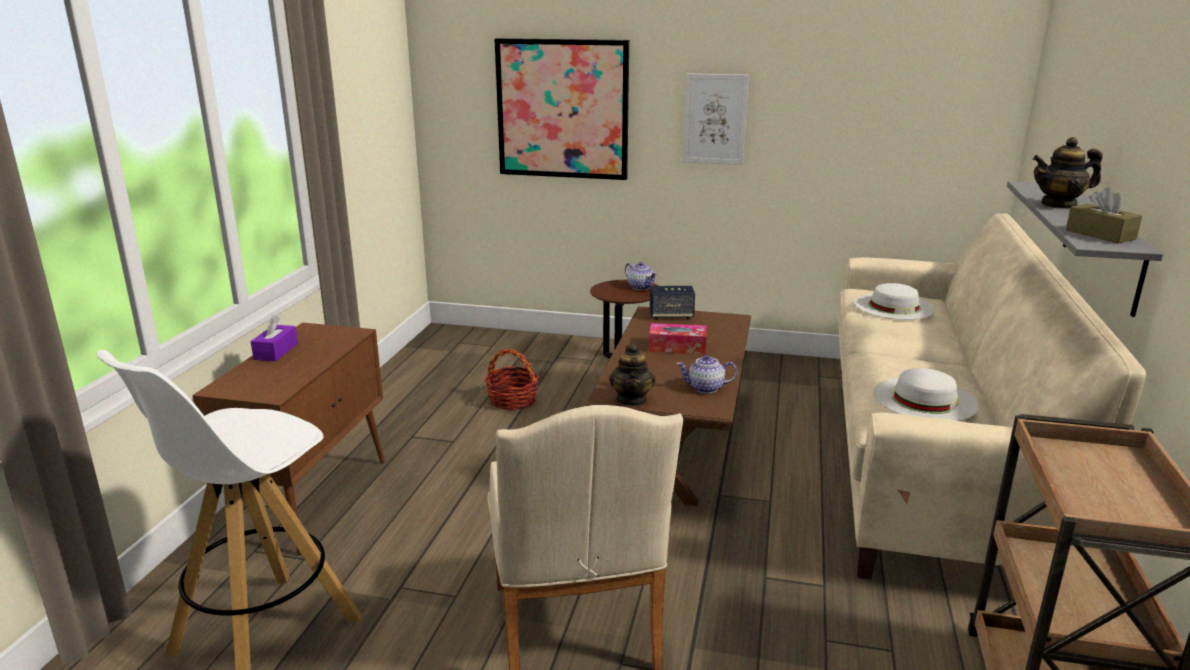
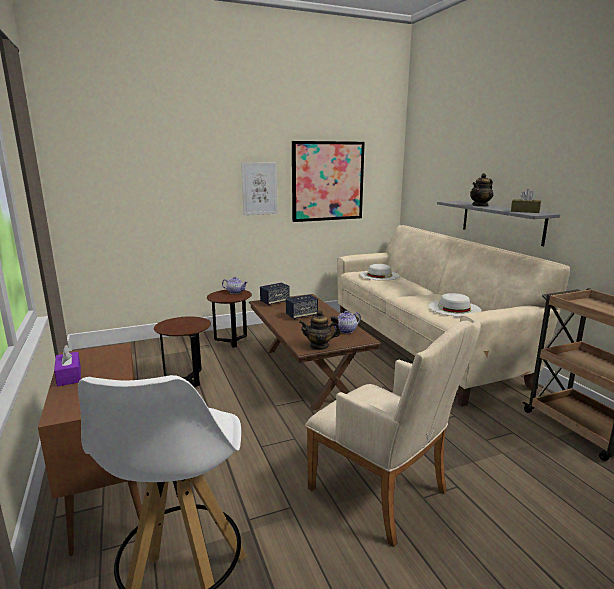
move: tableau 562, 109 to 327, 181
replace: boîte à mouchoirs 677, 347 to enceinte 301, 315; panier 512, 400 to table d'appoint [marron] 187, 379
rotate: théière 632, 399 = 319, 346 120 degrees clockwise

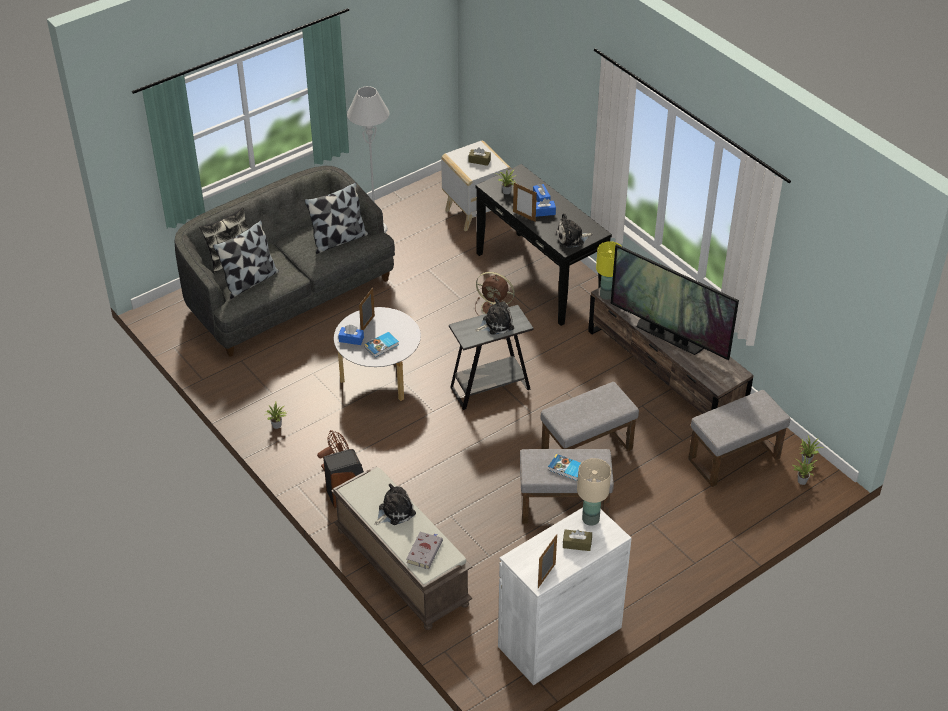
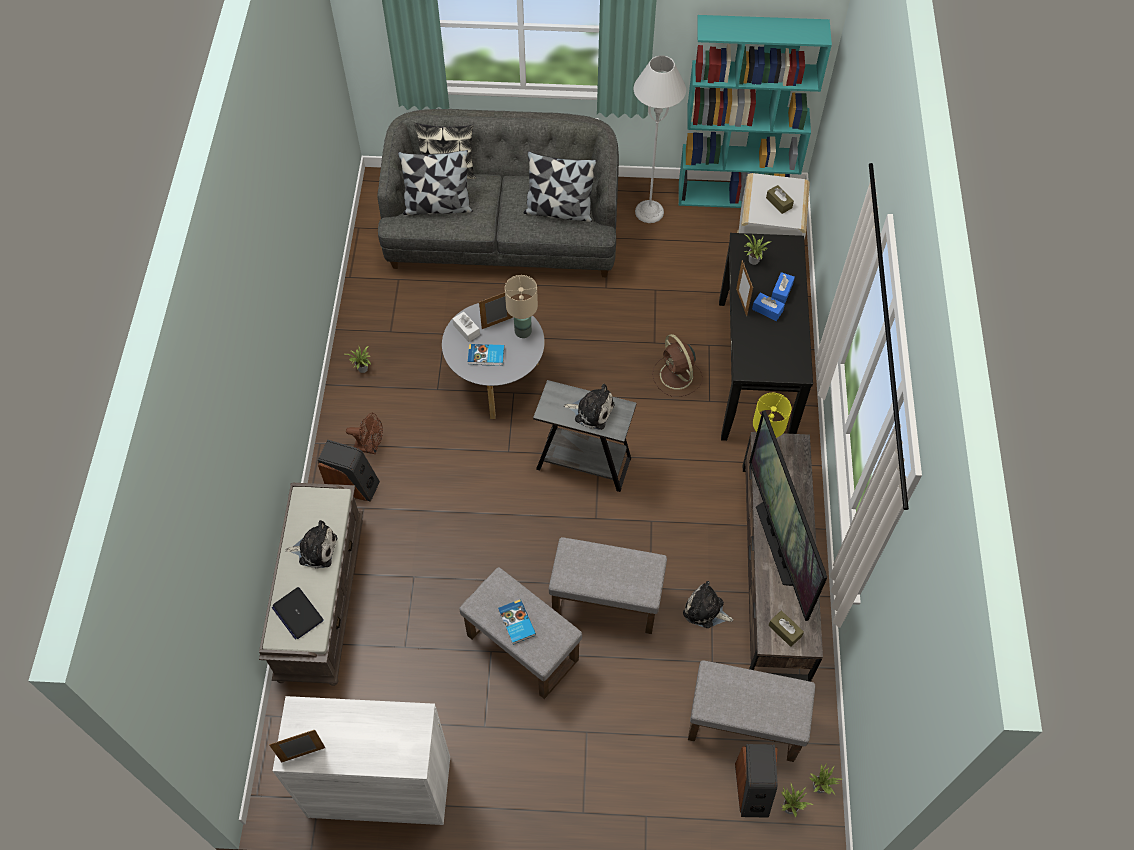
insert: bibliothèque [turquoise] 735, 195; enceinte 753, 789
move: peluche 572, 238 to 705, 610; lampe de table [beige] 590, 519 to 522, 331; boîte à mouchoirs [marron] 577, 544 to 785, 631
replace: livre [gris] 424, 551 to ordinateur portable 297, 613
recolor: boîte à mouchoirs [bleu] 351, 339 to boîte à mouchoirs [blanc] 466, 330

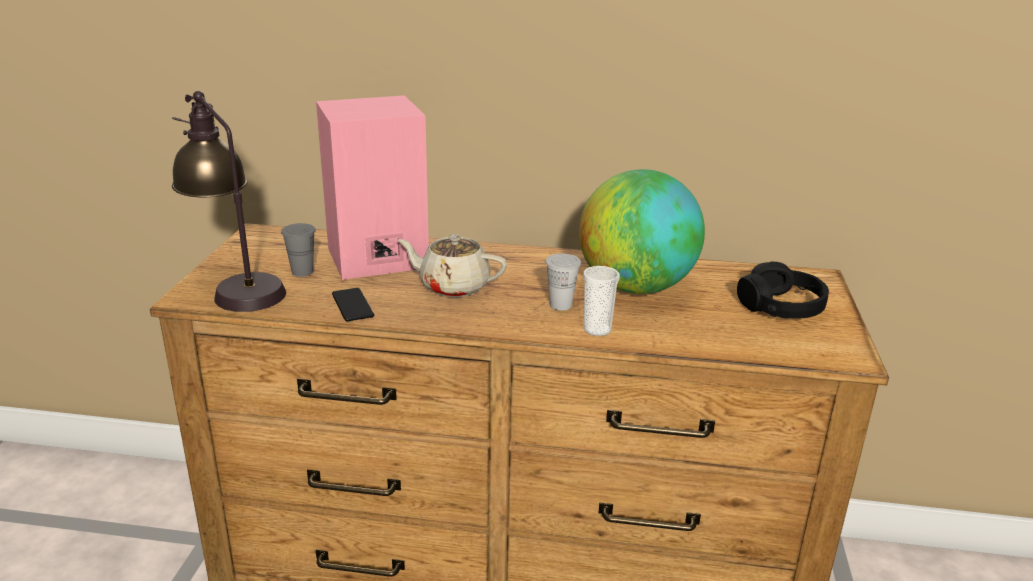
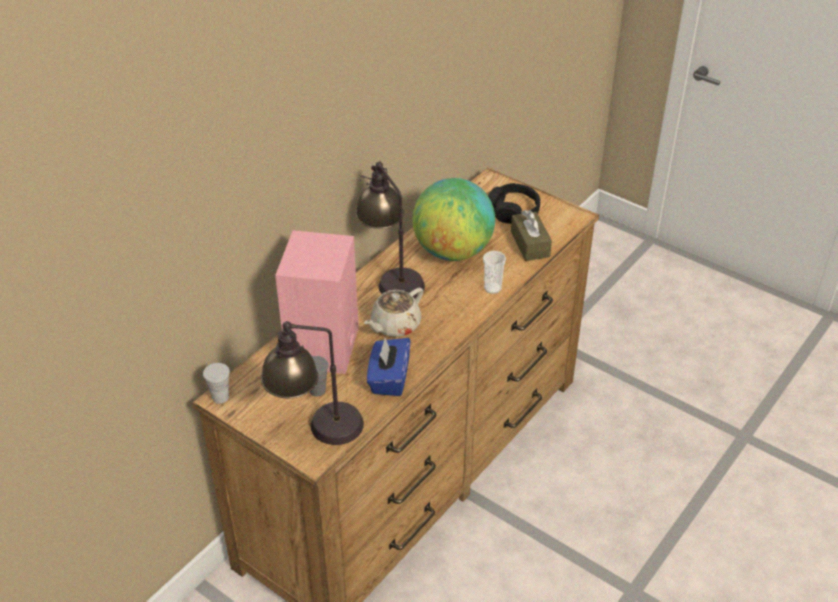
insert: lampe de table 390, 276; boîte à mouchoirs [marron] 530, 244
move: tasse [blanc] 560, 305 to 220, 397
replace: téléphone 352, 305 to boîte à mouchoirs [bleu] 389, 379

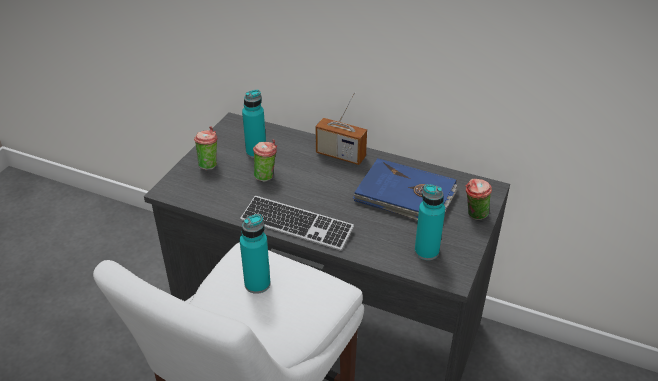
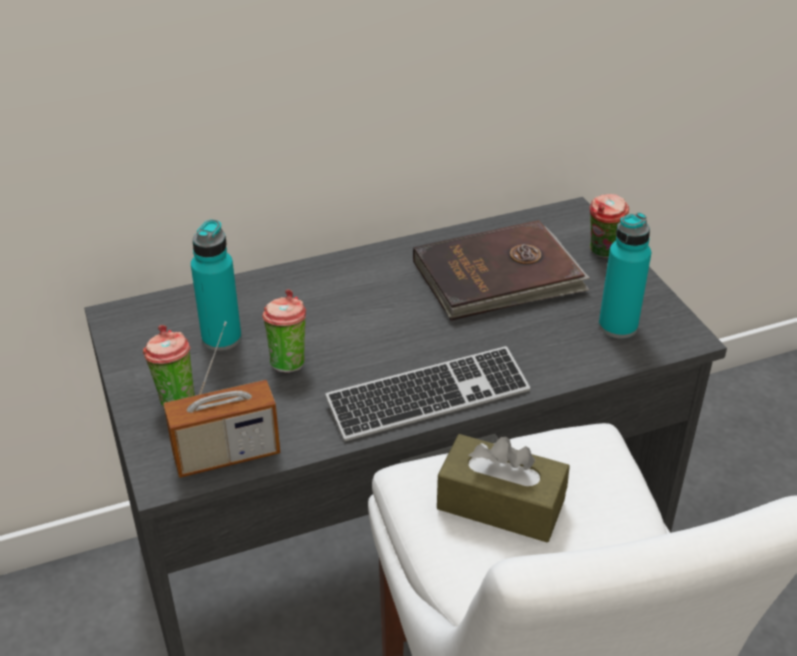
move: radio 340, 155 to 226, 455
replace: bouteille [turquoise] 257, 284 to boîte à mouchoirs [marron] 500, 504
recolor: livre [bleu] 405, 196 to livre [marron] 499, 277

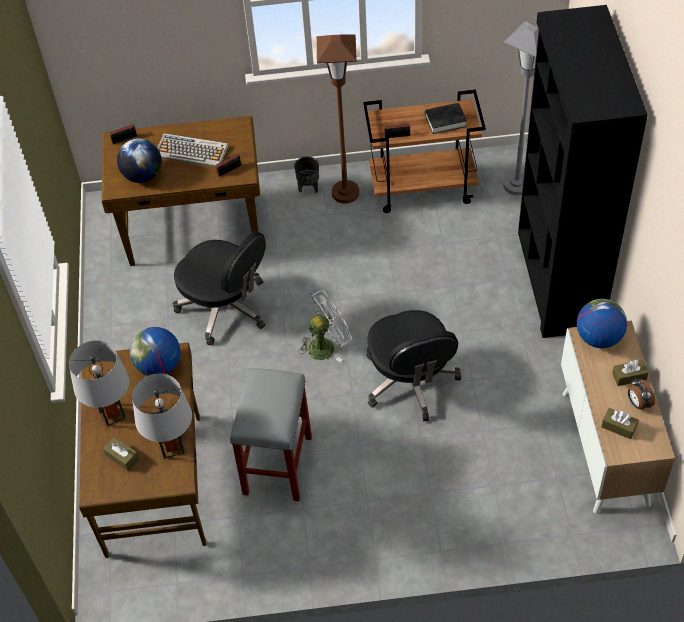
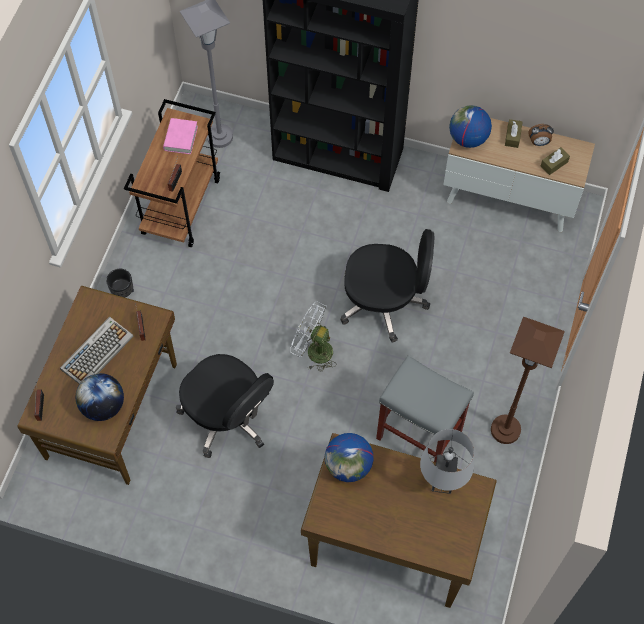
delete: lampe de table [gris] 112, 414; boîte à mouchoirs [marron] 122, 457
move: lampadaire [marron] 345, 193 to 505, 430
recolor: livre [noir] 445, 121 to livre [rose] 180, 138
rotate: chaise de bureau [noir] 225, 308 = 228, 417 75 degrees clockwise; ventilateur [blanc] 326, 345 = 314, 350 60 degrees counterclockwise

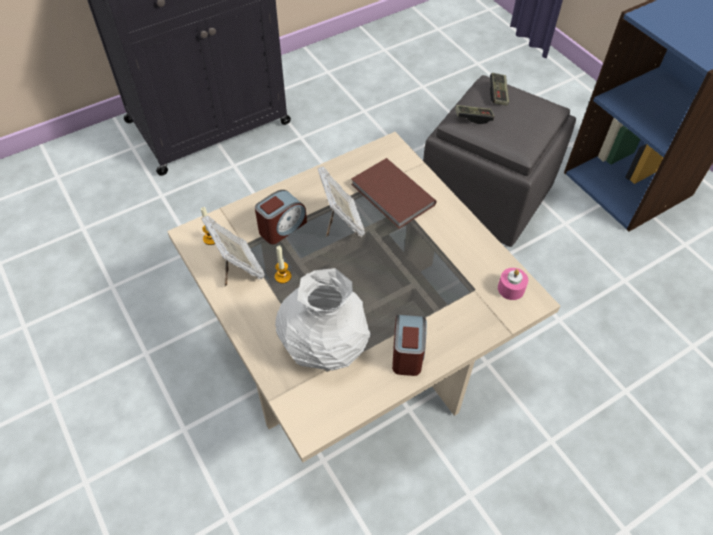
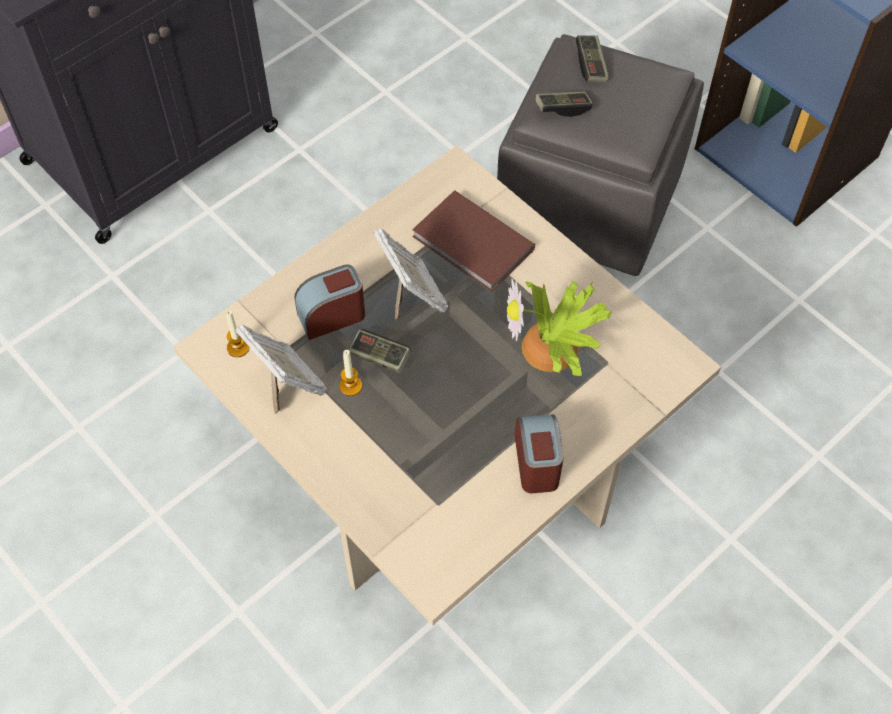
delete: vase [blanc] 324, 345; bougie [rose] 511, 288
insert: plante en pot 553, 349; manette 380, 357
rotate: réveil 282, 227 = 332, 315 150 degrees counterclockwise

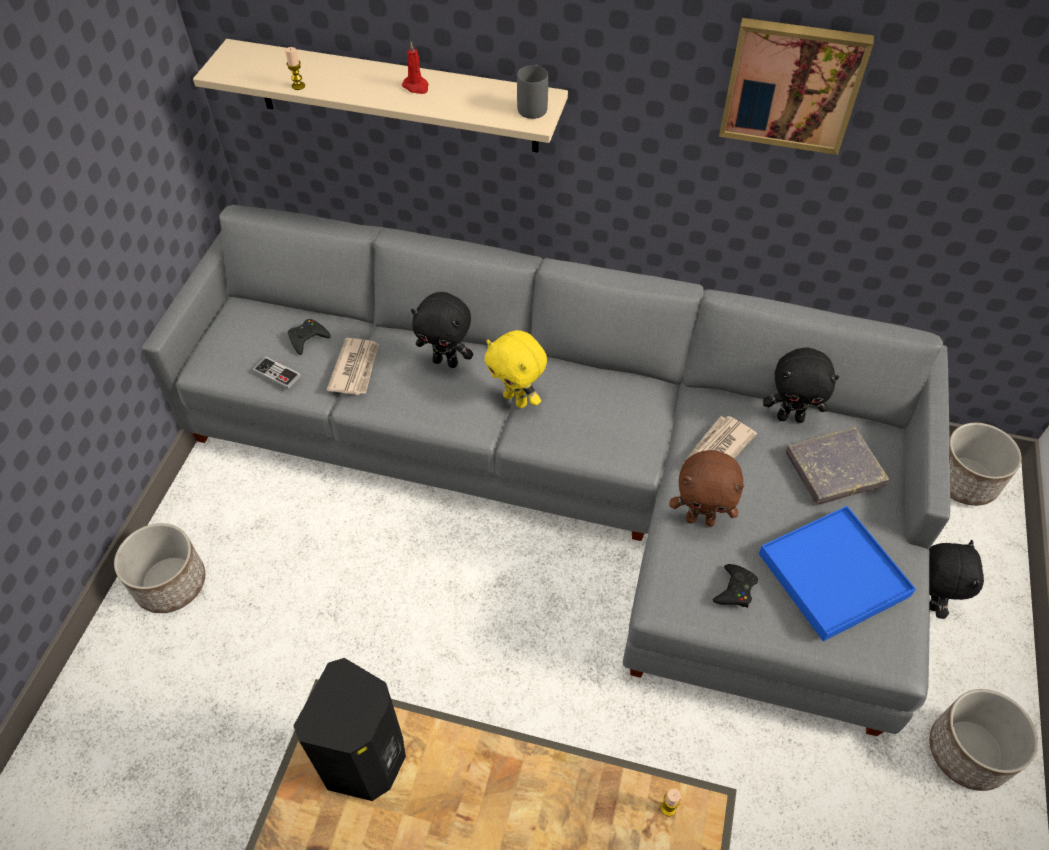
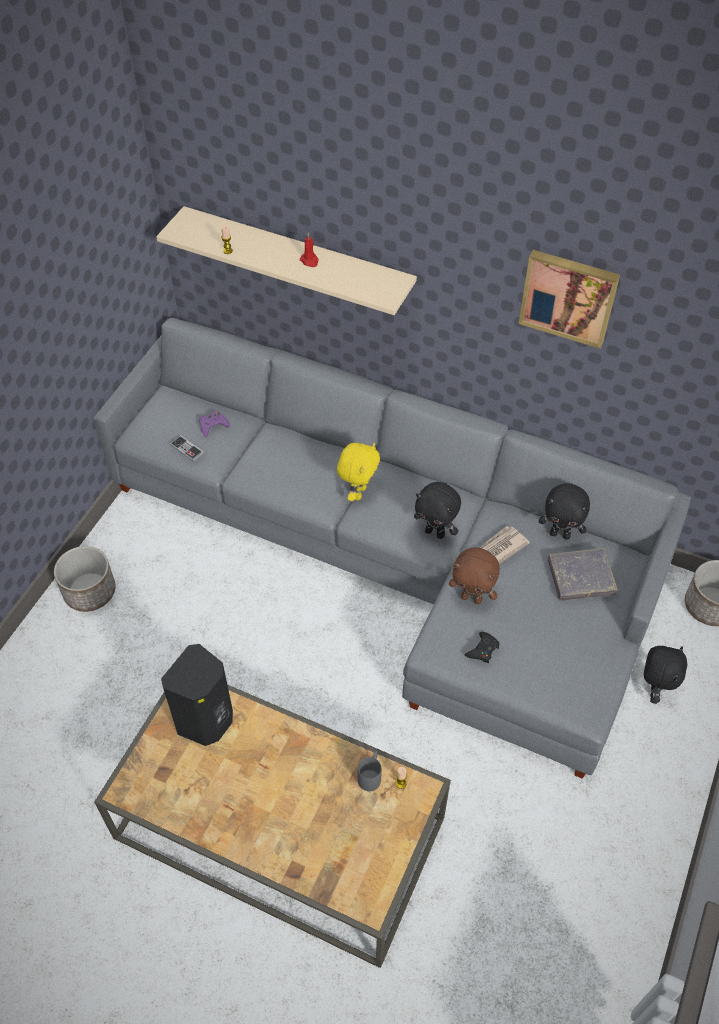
delete: journal 355, 368; plateau [bleu] 832, 574; cache-pot 967, 752
move: mug [gris] 533, 105 to 371, 775; peluche [noir] 446, 361 to 435, 532
recolor: manette [noir] 308, 339 to manette [violet] 213, 425
rotate: peluche [jaune] 516, 399 = 358, 492 120 degrees counterclockwise

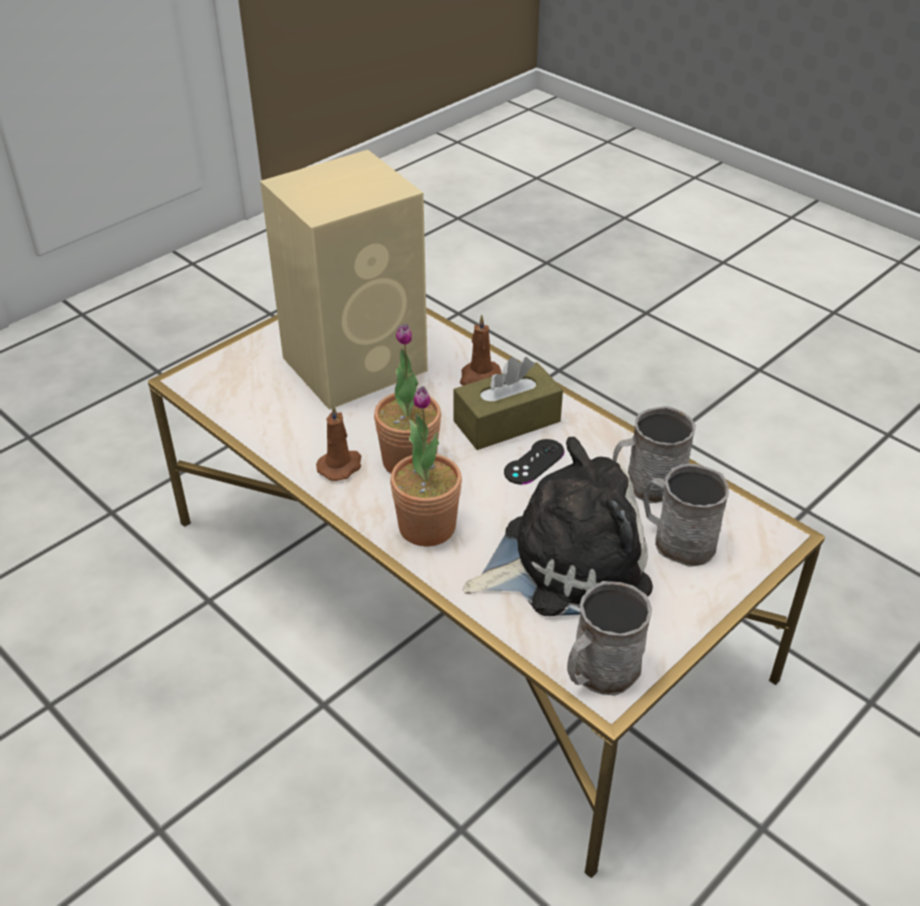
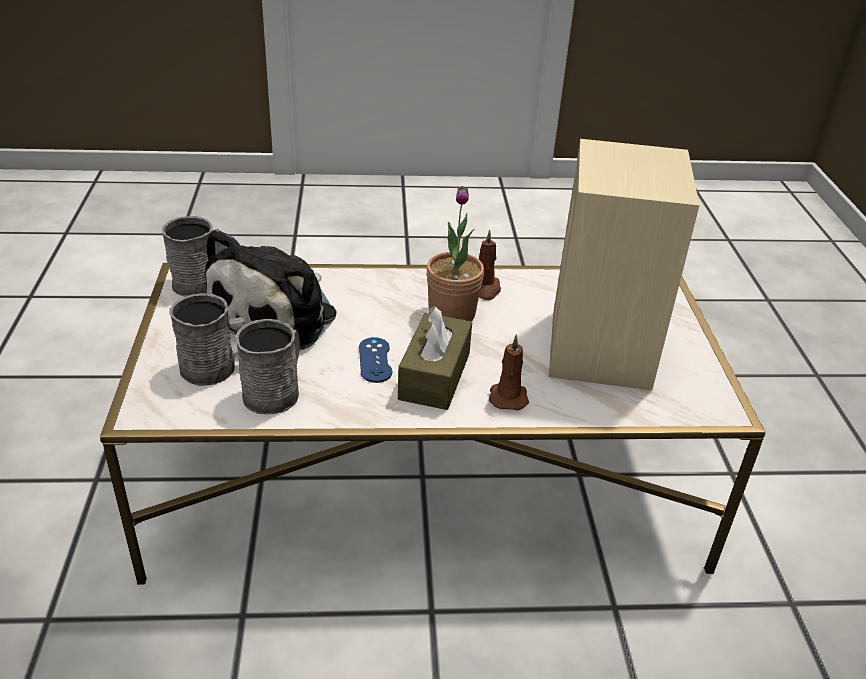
delete: plante en pot 427, 527
recolor: manette [noir] 534, 462 to manette [bleu] 375, 360

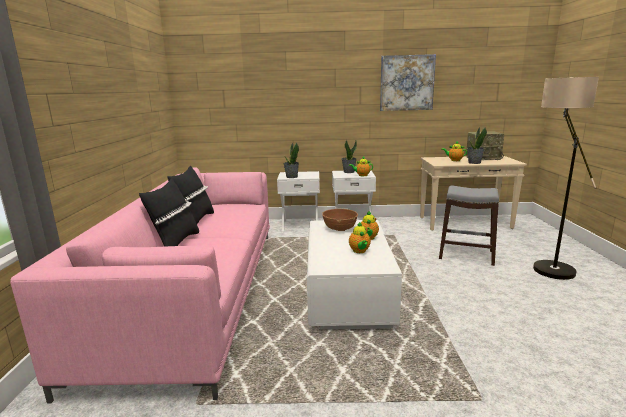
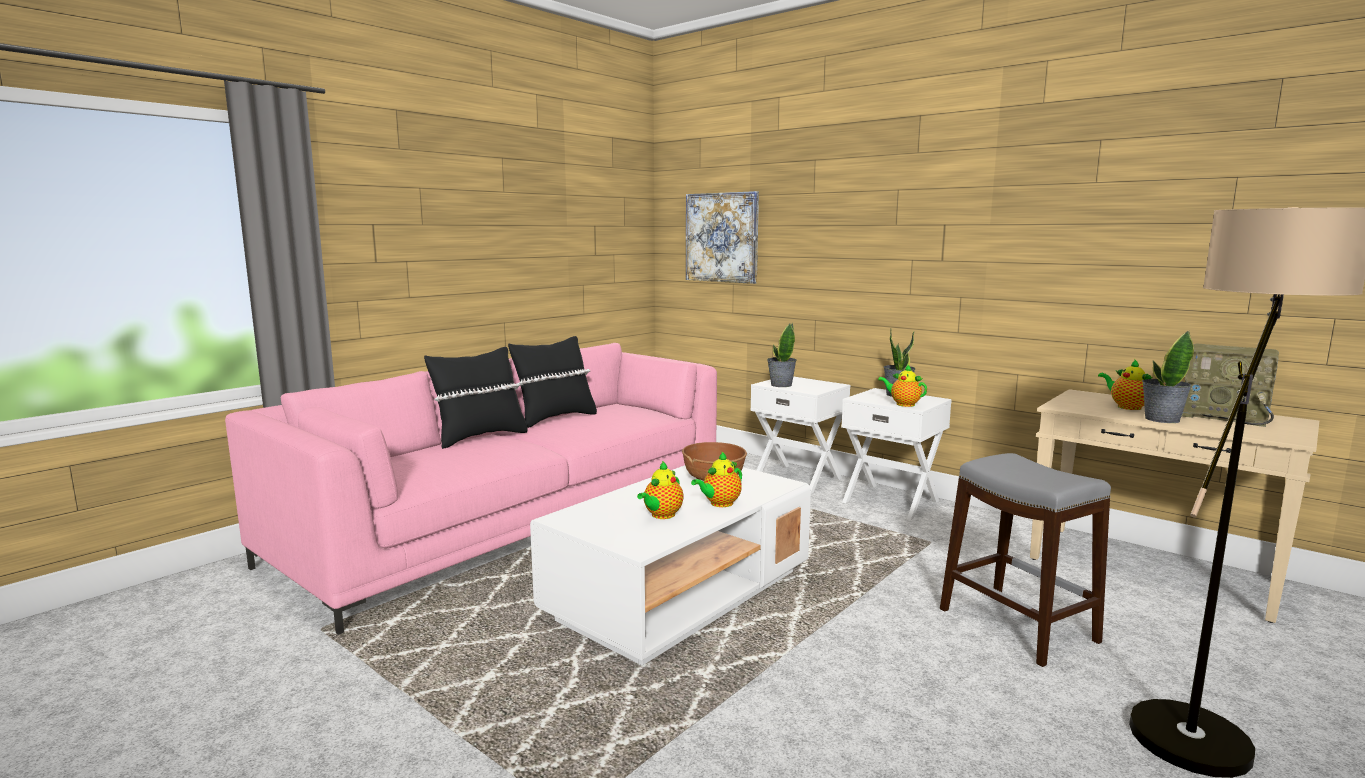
move: tableau 407, 83 to 722, 237

